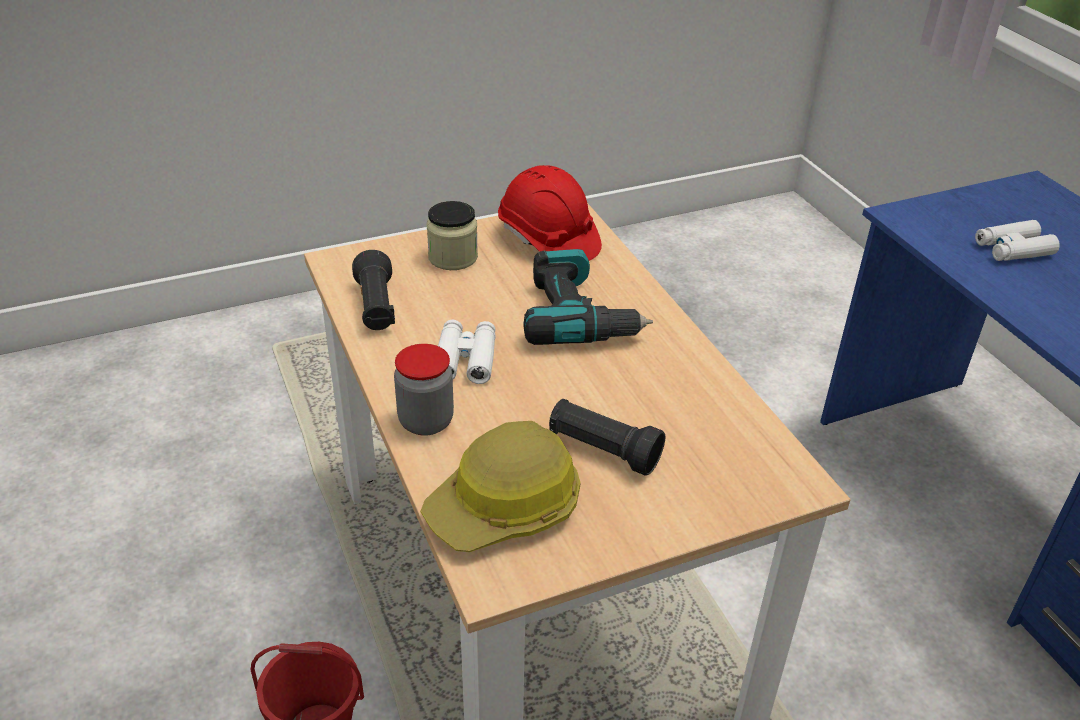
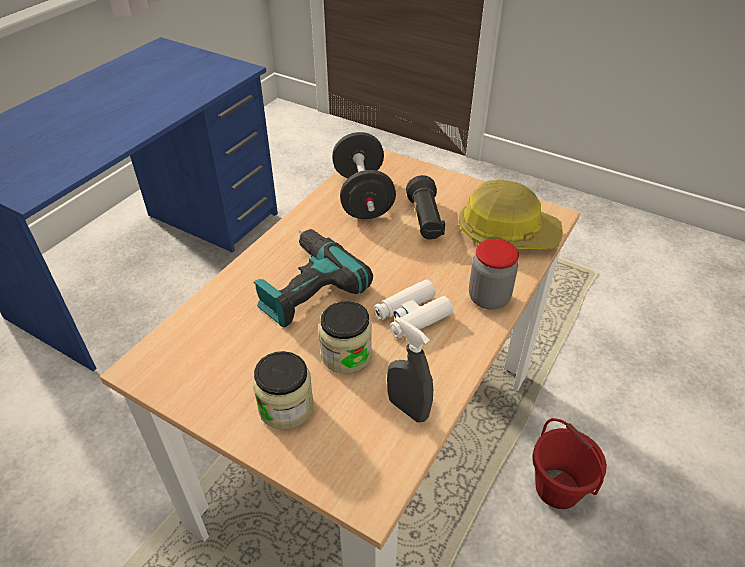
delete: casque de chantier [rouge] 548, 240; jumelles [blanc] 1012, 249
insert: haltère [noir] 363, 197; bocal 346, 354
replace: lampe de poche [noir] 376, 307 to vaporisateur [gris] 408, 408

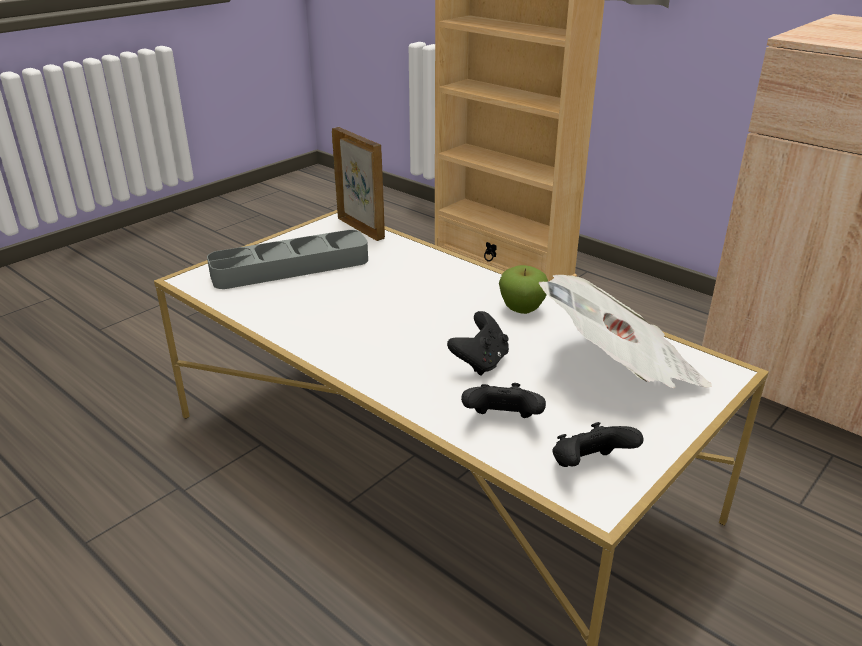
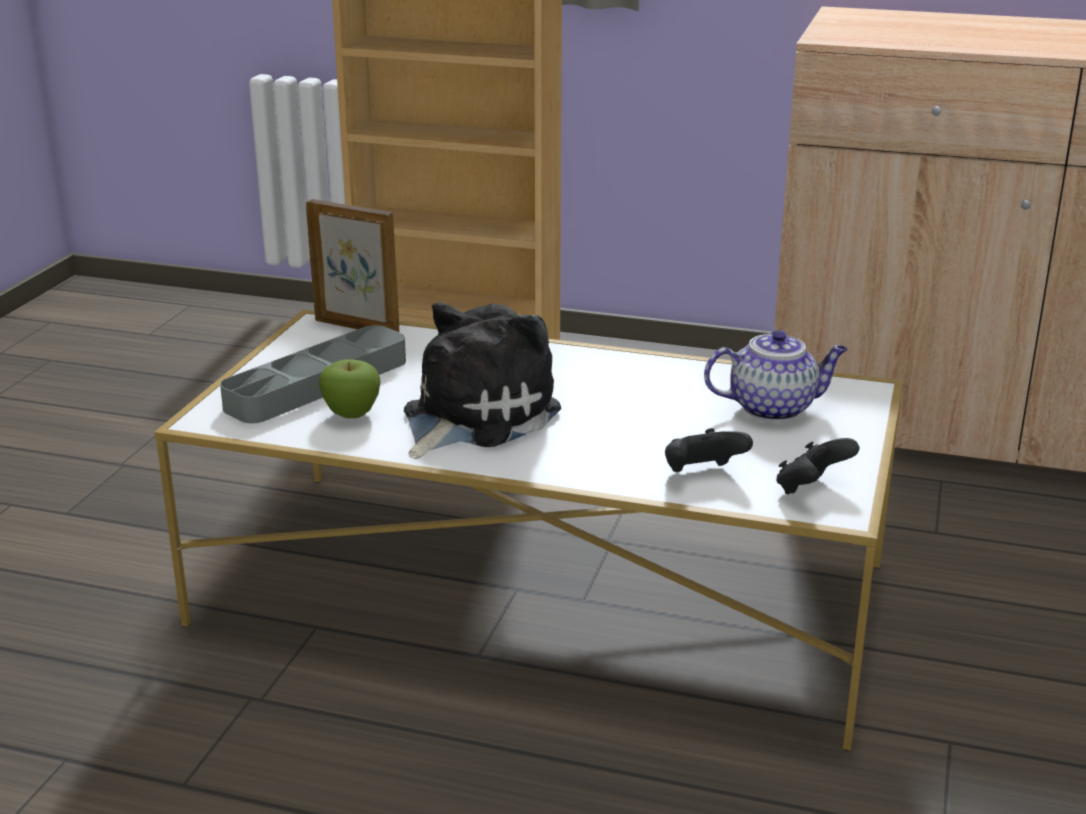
delete: manette [noir] 480, 362
insert: peluche 473, 416
move: pomme 522, 309 to 351, 414
replace: journal 620, 370 to théière 773, 408

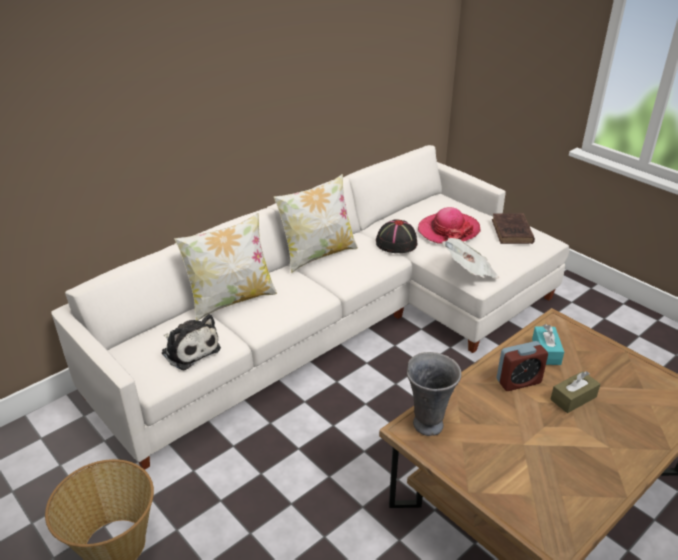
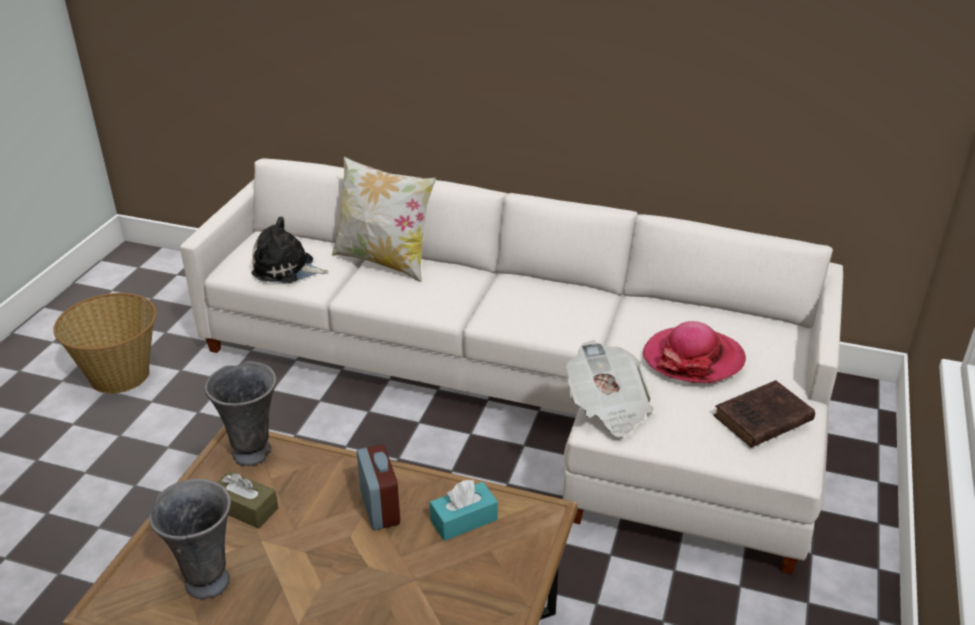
delete: coussin 318, 255; chapeau [noir] 396, 243
insert: vase [gris] 207, 580
move: boîte à mouchoirs [marron] 573, 398 to 245, 508
rotate: peluche 189, 349 = 286, 269 90 degrees clockwise; réveil 518, 381 = 380, 508 150 degrees counterclockwise

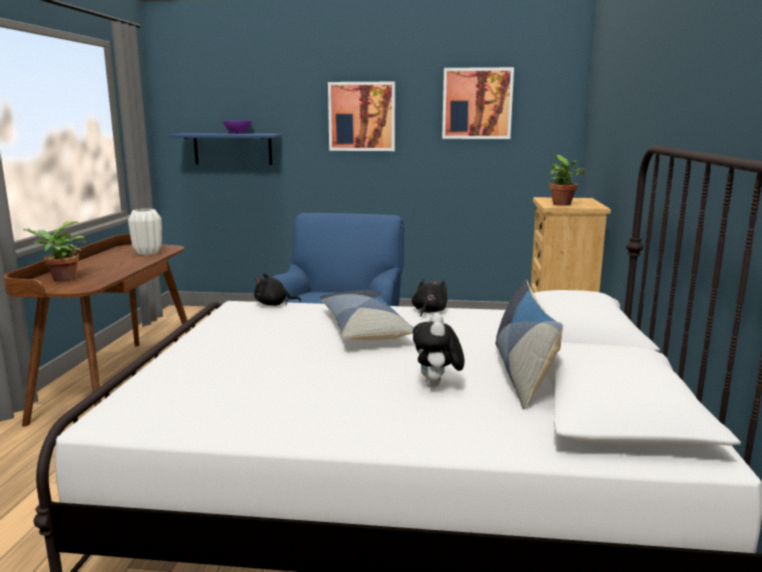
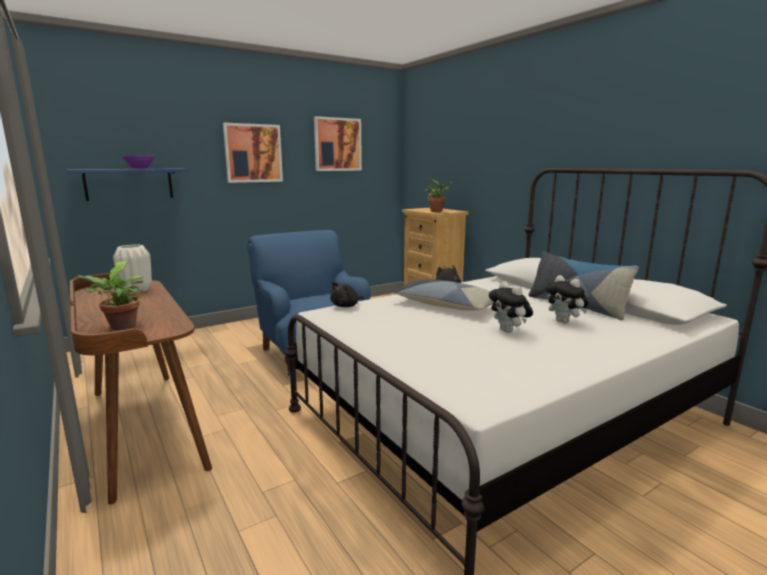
insert: peluche 509, 331

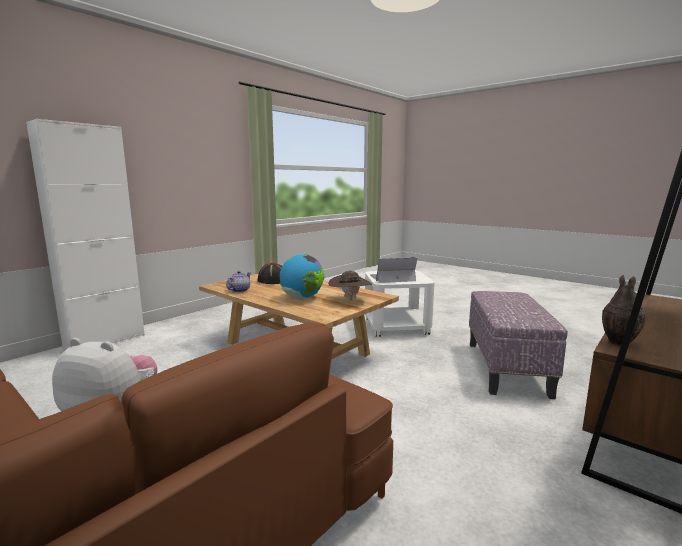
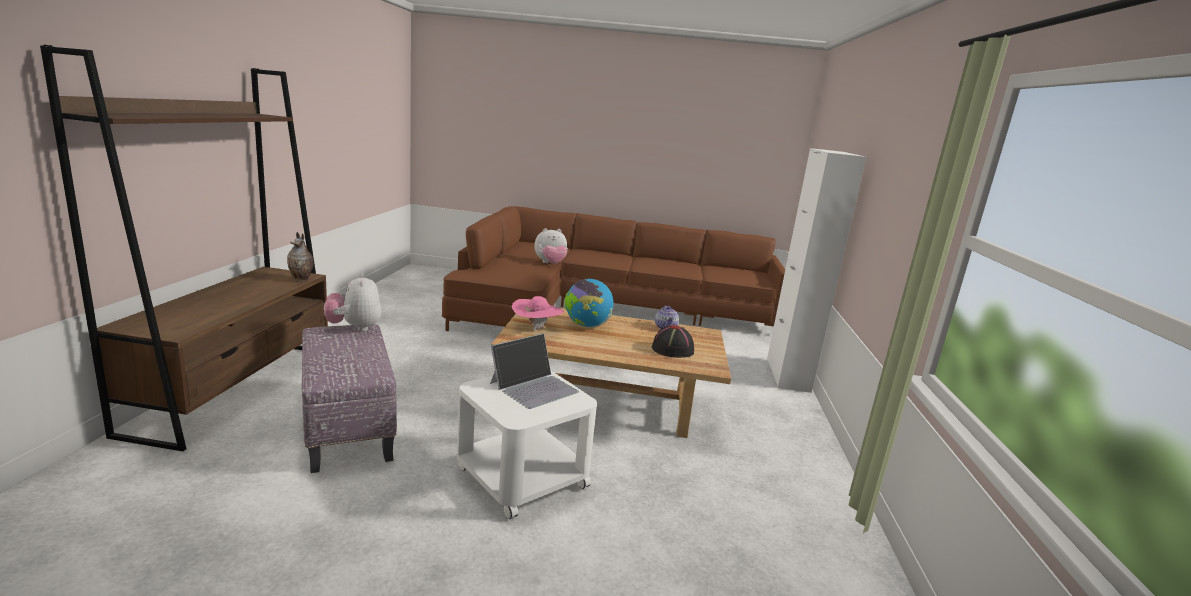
insert: peluche 354, 328
recolor: chapeau [marron] 350, 300 to chapeau [rose] 536, 328

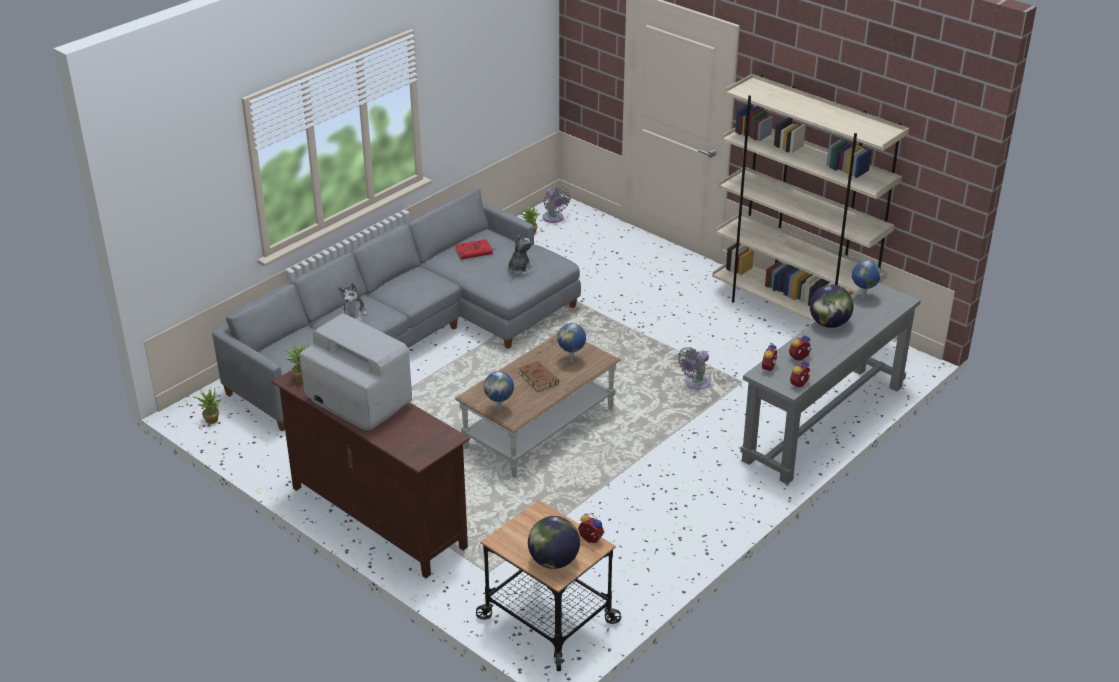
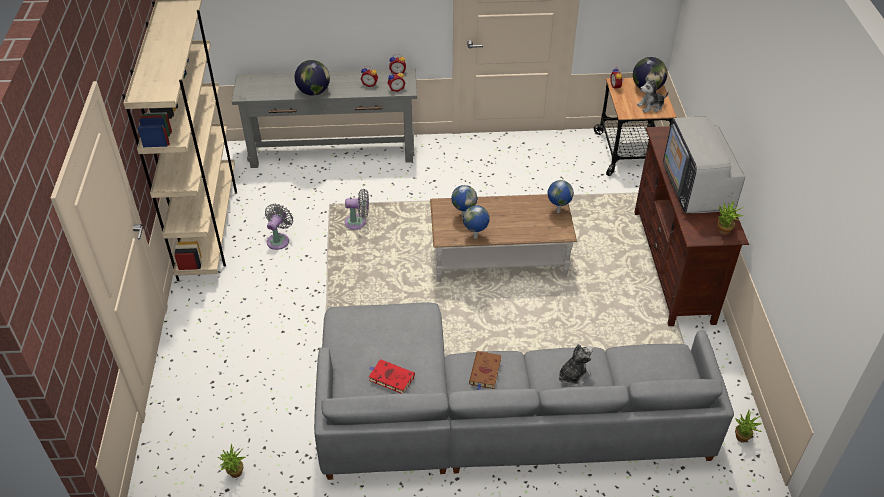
move: ventilateur [gris] 554, 218 to 279, 240; peluche 519, 269 to 651, 106; globe 862, 297 to 475, 237; livre [marron] 537, 378 to 485, 373

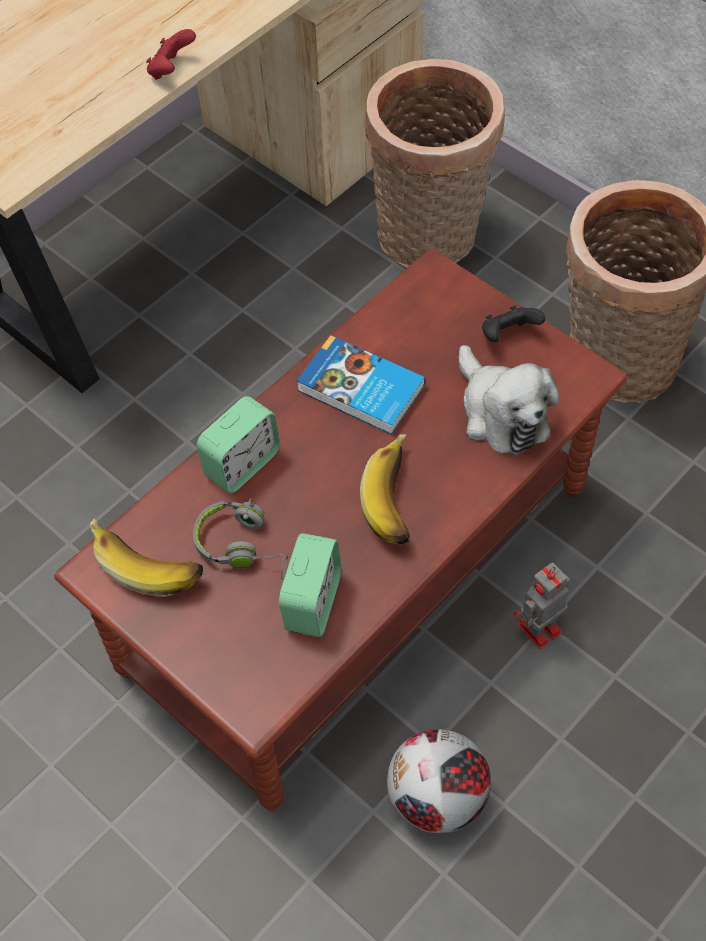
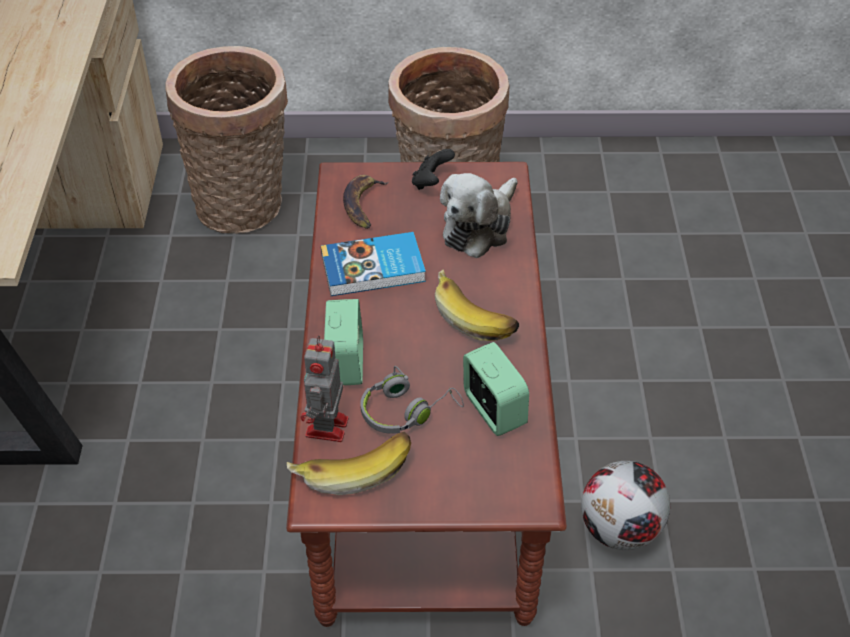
delete: manette [rouge] 171, 70
insert: banane 363, 204
move: robot jouet 537, 630 to 326, 429
rotate: peluche 501, 413 = 479, 226 105 degrees clockwise

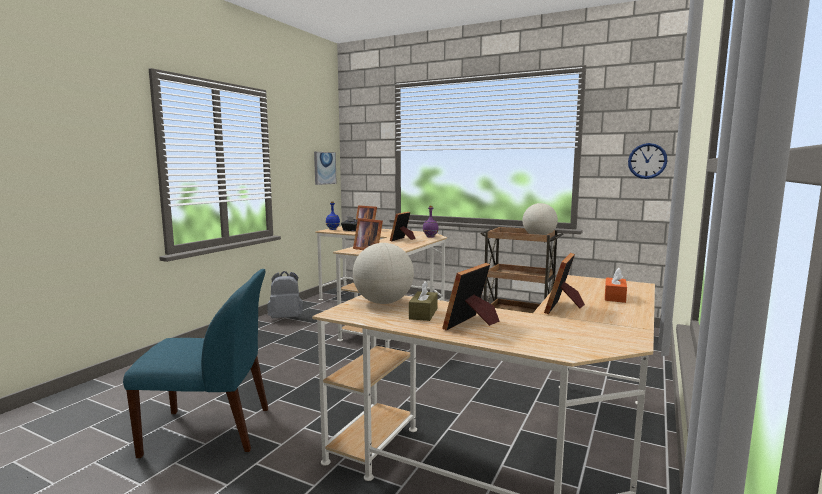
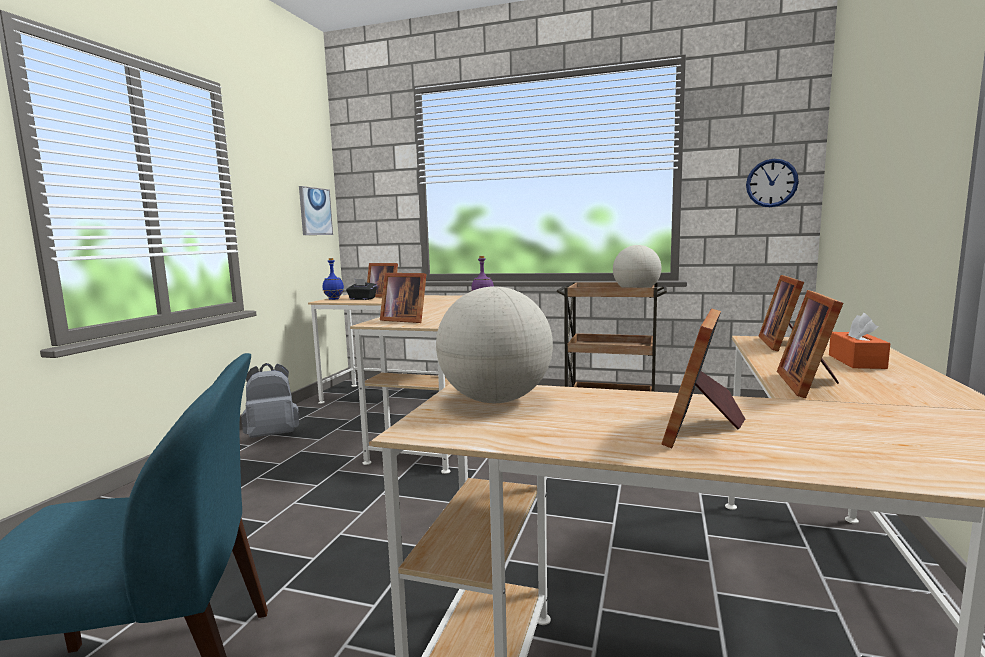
delete: boîte à mouchoirs [marron] 423, 314
move: cadre photo 403, 239 to 783, 344

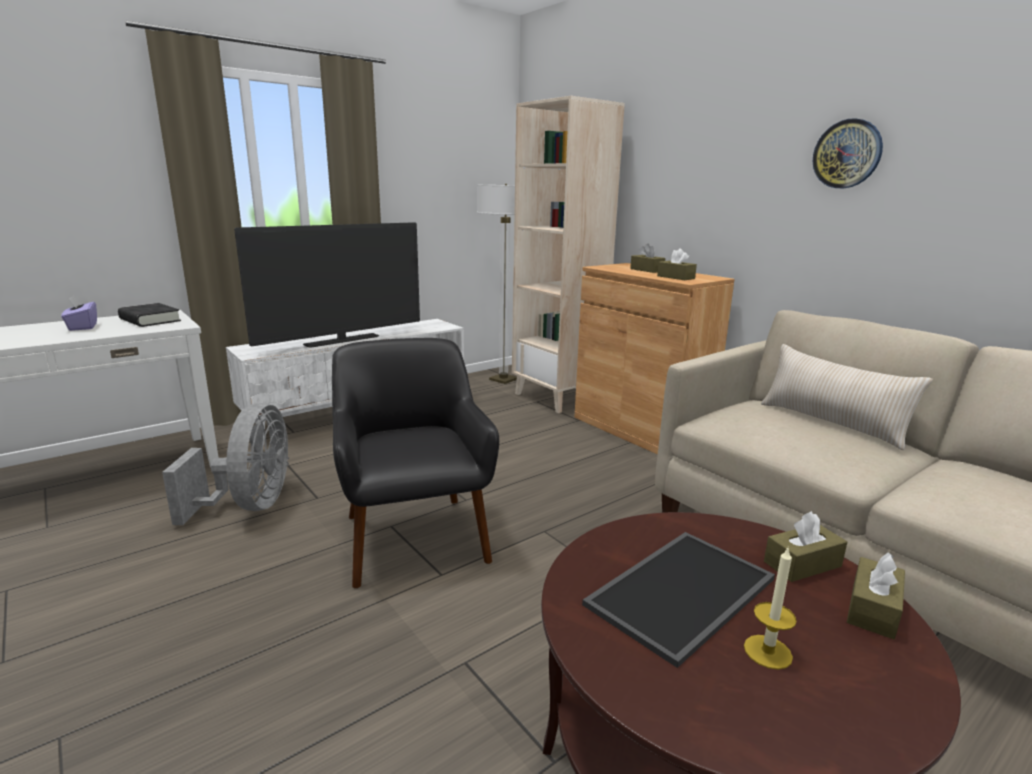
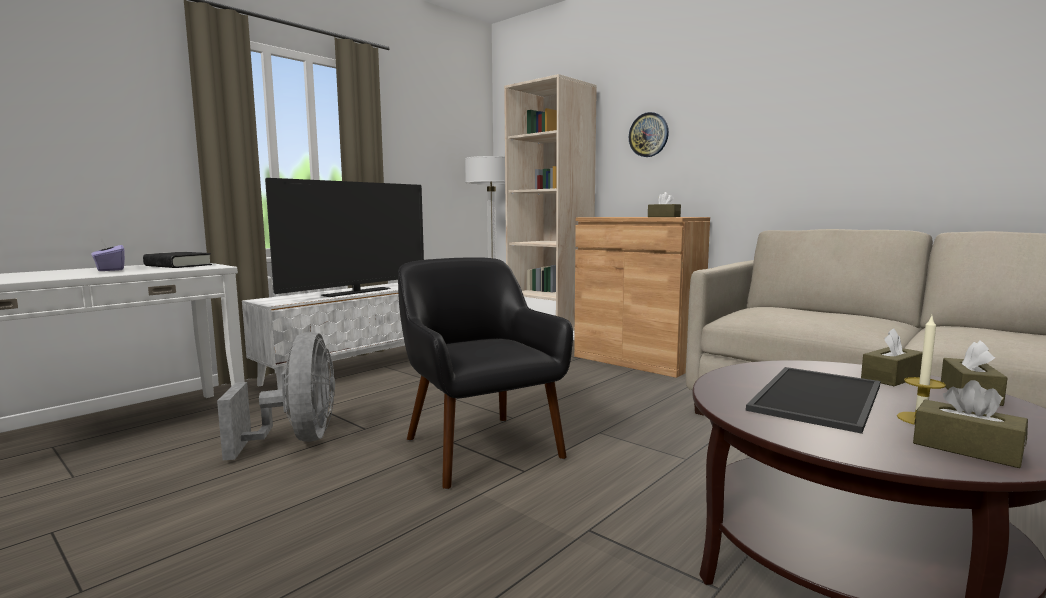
delete: coussin [beige] 831, 423
move: horloge murale 847, 154 to 648, 135; boîte à mouchoirs [marron] 647, 270 to 966, 448

